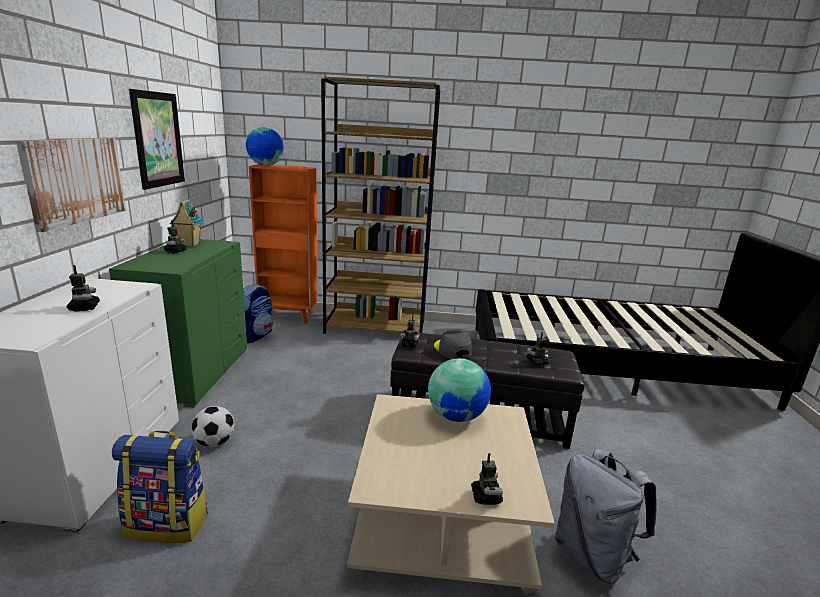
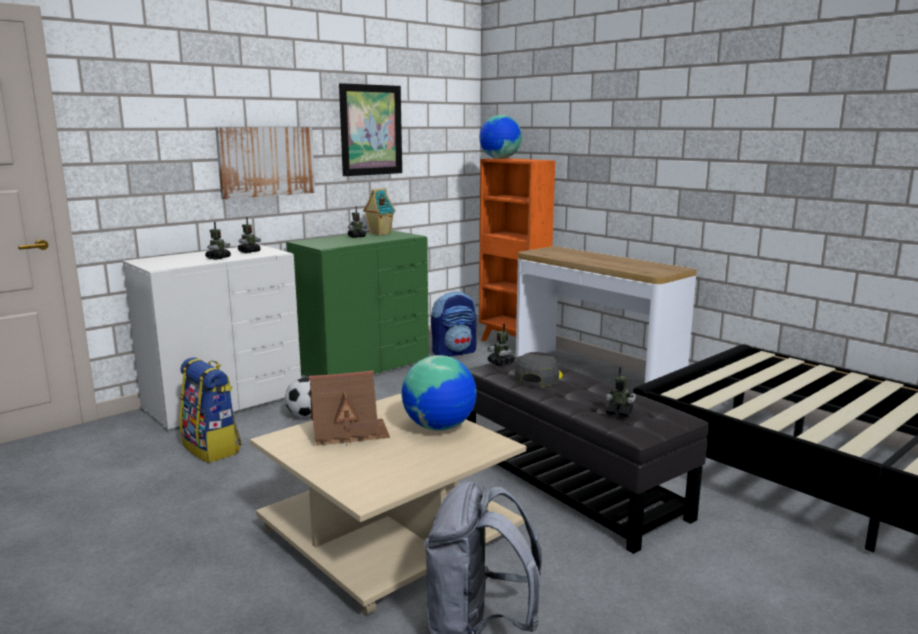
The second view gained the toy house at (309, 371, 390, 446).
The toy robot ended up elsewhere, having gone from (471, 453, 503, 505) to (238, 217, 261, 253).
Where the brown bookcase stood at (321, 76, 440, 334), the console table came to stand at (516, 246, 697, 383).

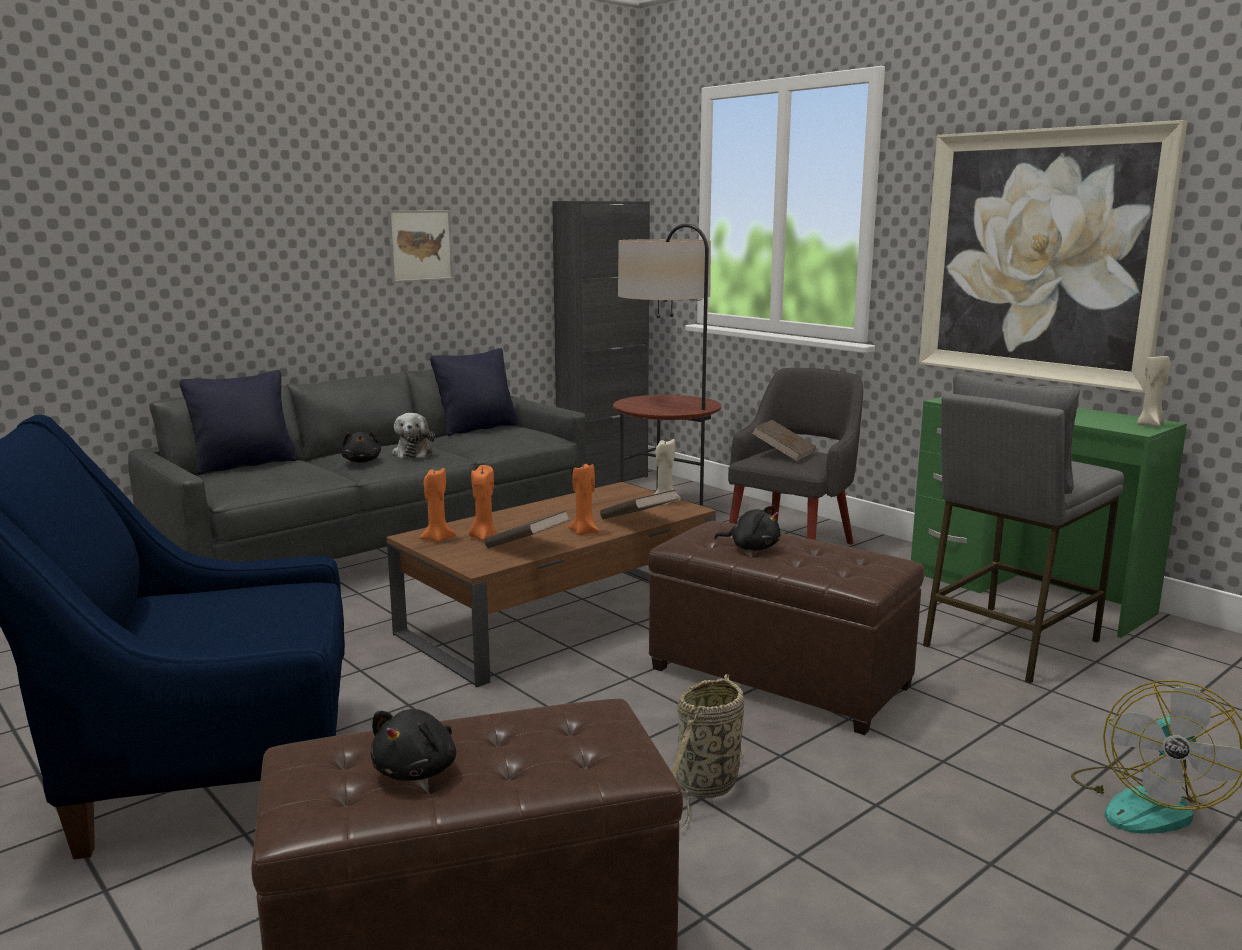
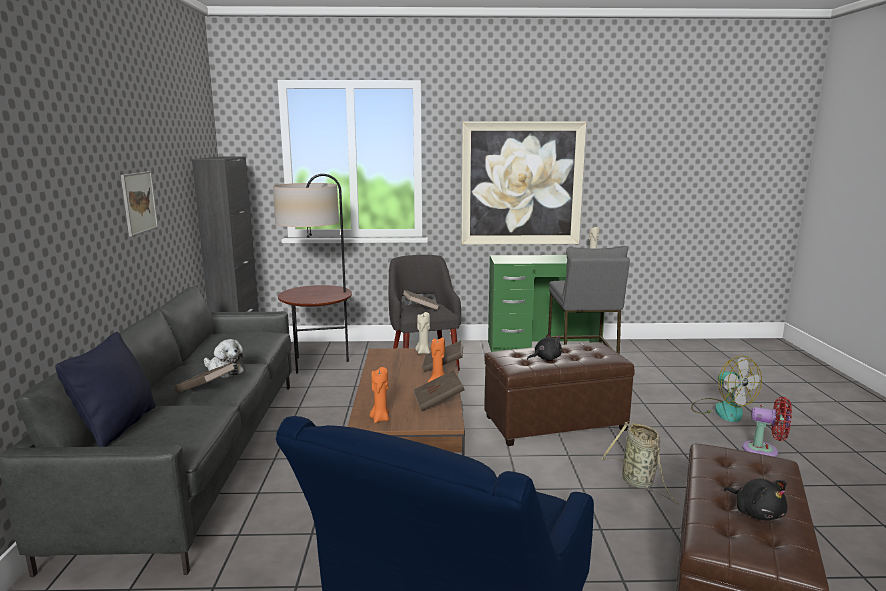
The second view lost the black pillow at (430, 348, 519, 436).
The second view lost the orange candle at (469, 465, 497, 540).
The second view gained the red fan at (742, 397, 792, 457).
Where the black plush toy stood at (342, 431, 381, 463), the brown book came to stand at (174, 362, 235, 393).

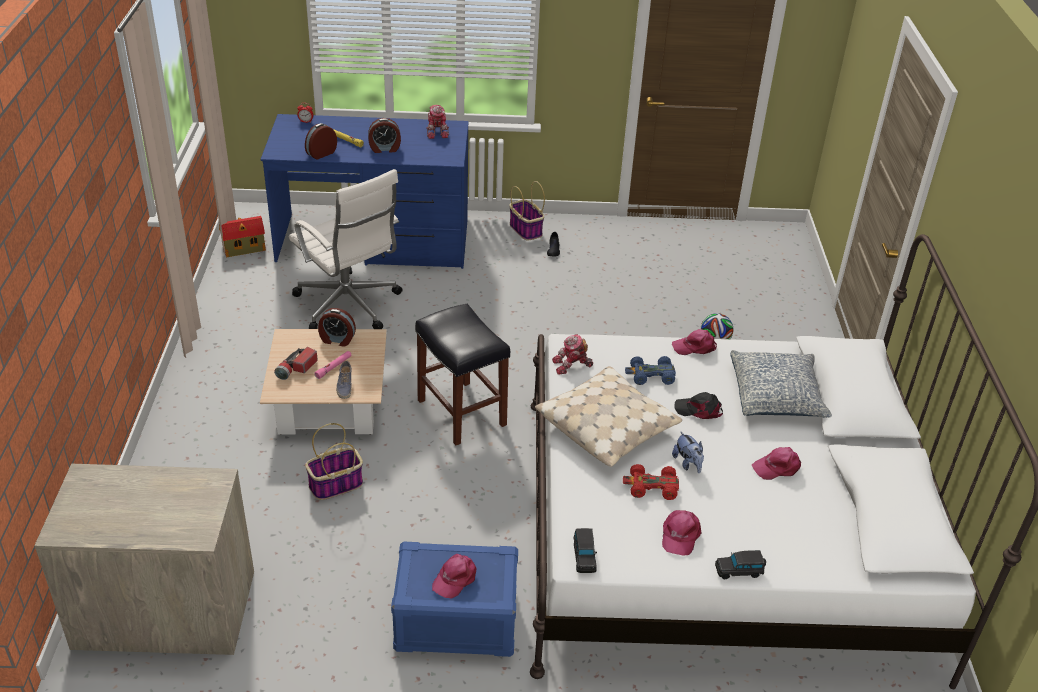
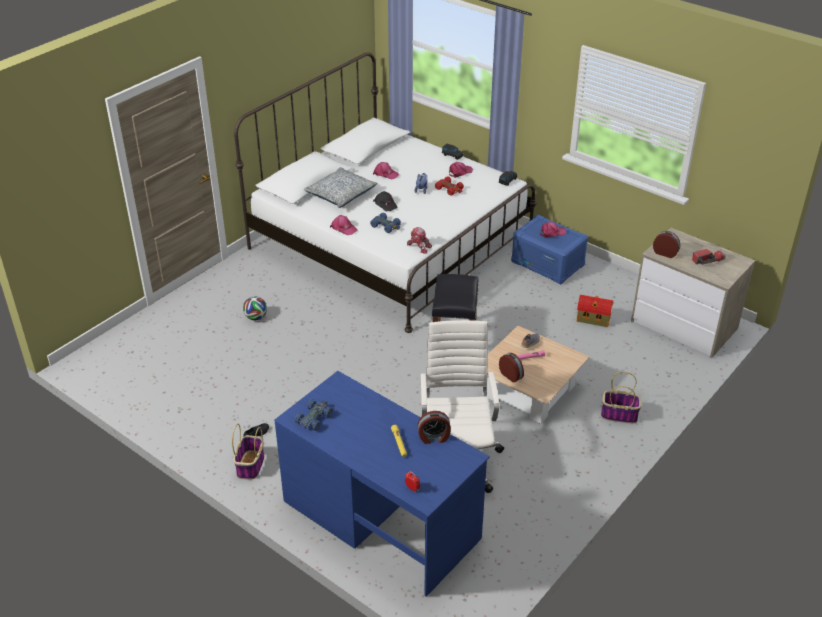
The second view lost the beige pillow at (535, 366, 682, 467).
The toy house ended up elsewhere, having gone from (219, 216, 266, 257) to (577, 295, 613, 327).
The flashlight ended up elsewhere, having gone from (274, 347, 318, 380) to (692, 249, 726, 265).
The basket ended up elsewhere, having gone from (305, 423, 363, 500) to (601, 372, 641, 423).
The alarm clock ended up elsewhere, having gone from (368, 118, 401, 153) to (653, 231, 680, 258).
Where the toy robot stood at (426, 105, 449, 139), the blue toy car came to stand at (295, 399, 333, 431).

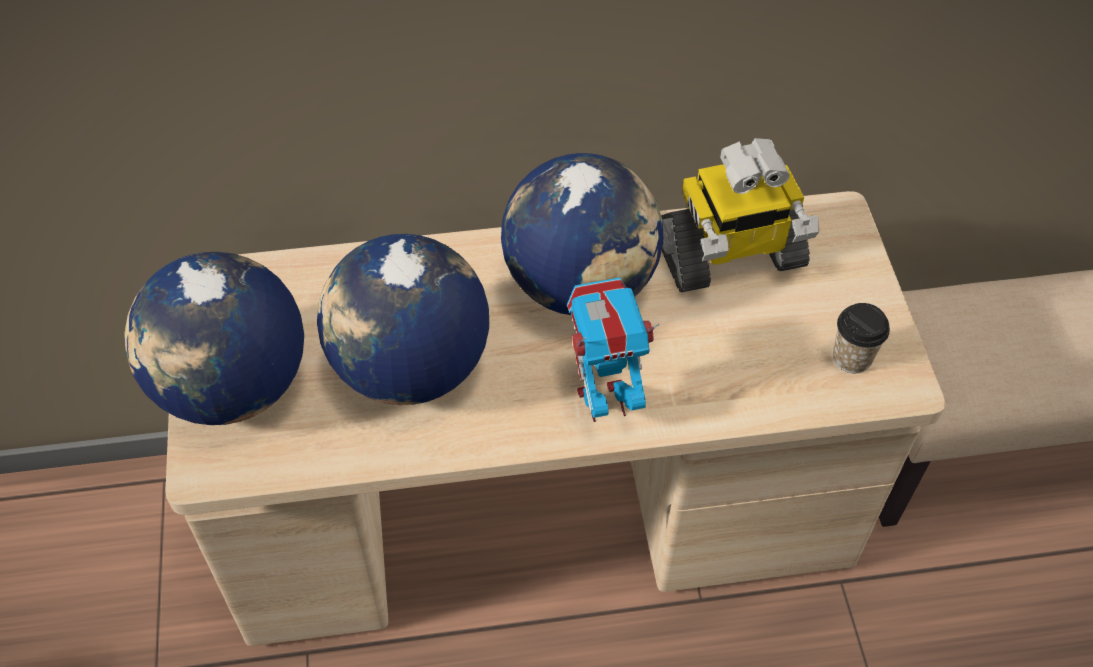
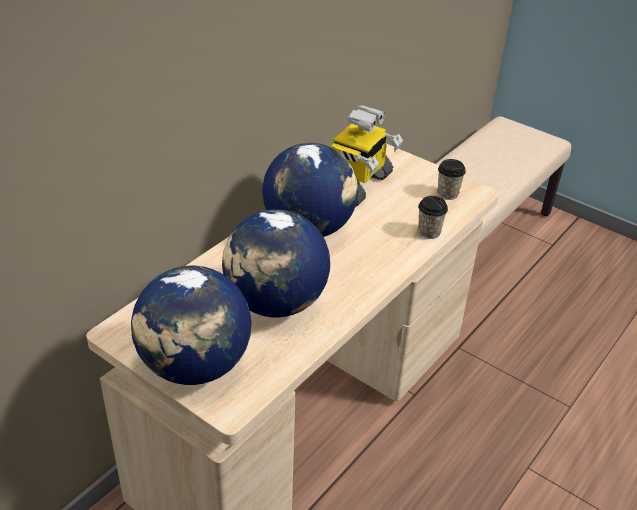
The second view lost the toy robot at (567, 277, 659, 422).
The second view gained the cup at (418, 196, 448, 239).

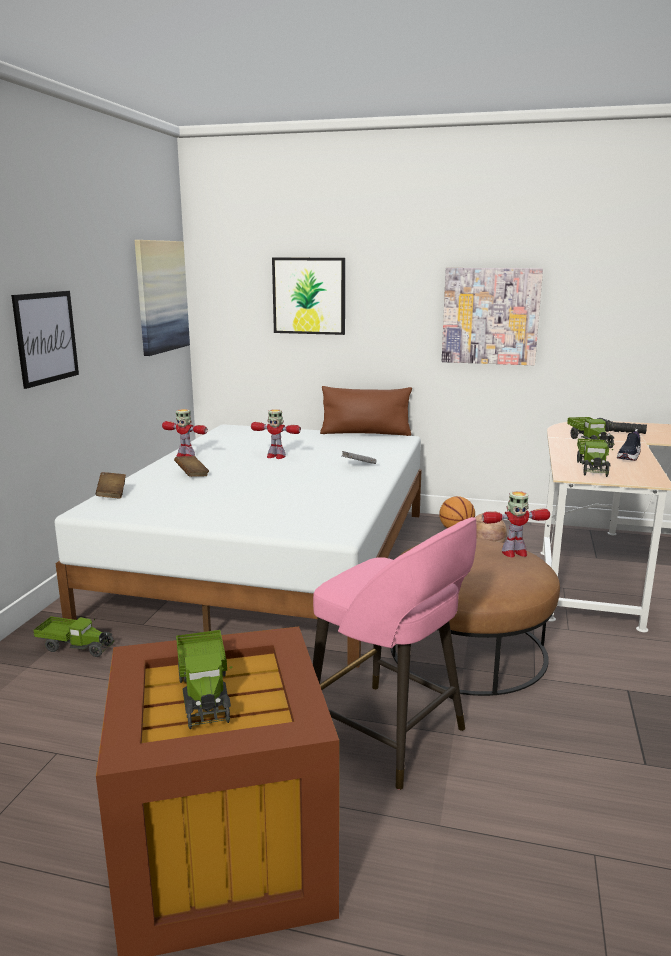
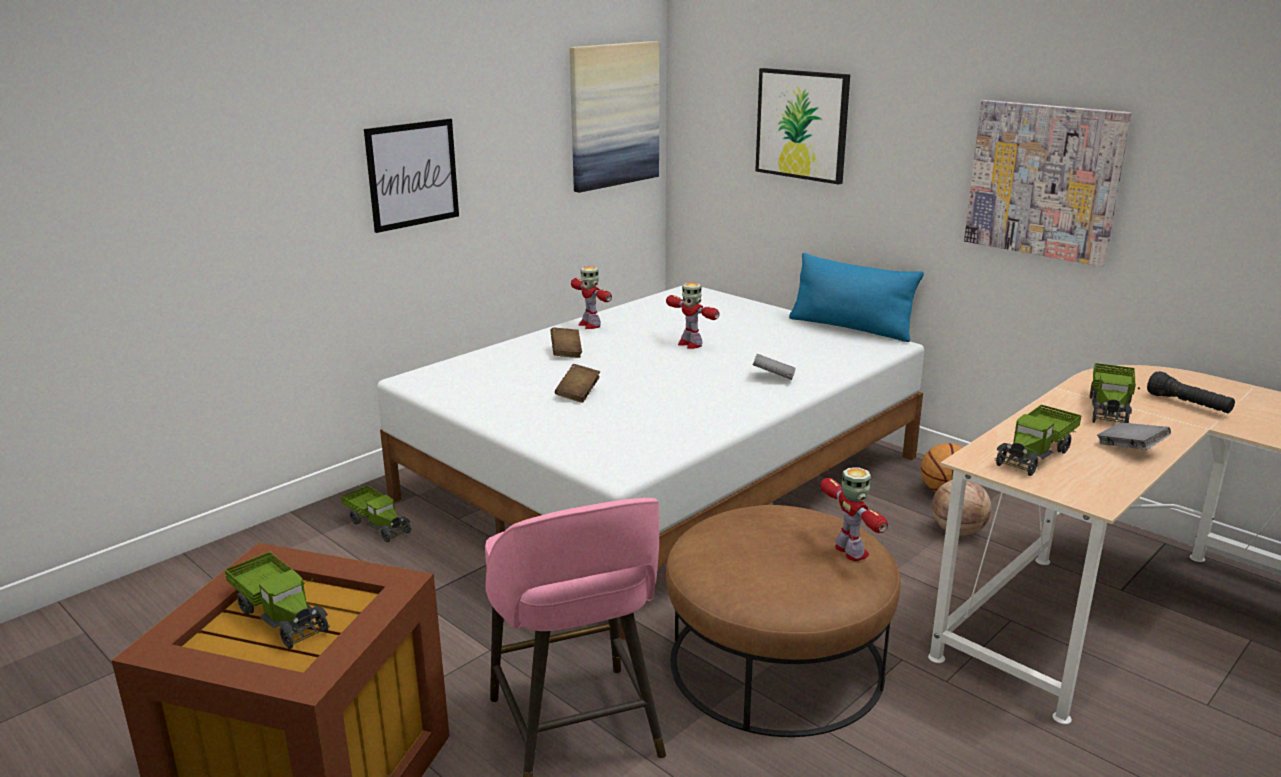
The brown book ended up elsewhere, having gone from (96, 472, 126, 498) to (555, 364, 600, 402).
Where the shoe stood at (617, 429, 641, 461), the grey book came to stand at (1097, 423, 1171, 450).
What was the brown pillow at (320, 386, 412, 436) turned into the blue pillow at (789, 253, 924, 342).
The toy truck at (176, 630, 232, 729) ended up facing another way, 60 degrees counterclockwise from before.
The toy robot at (482, 491, 550, 558) ended up facing another way, 135 degrees counterclockwise from before.

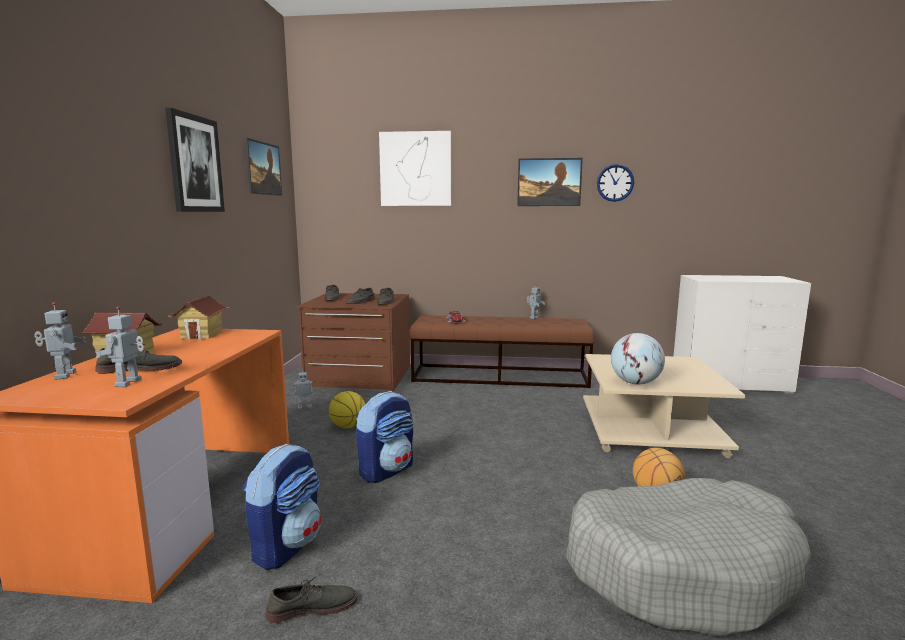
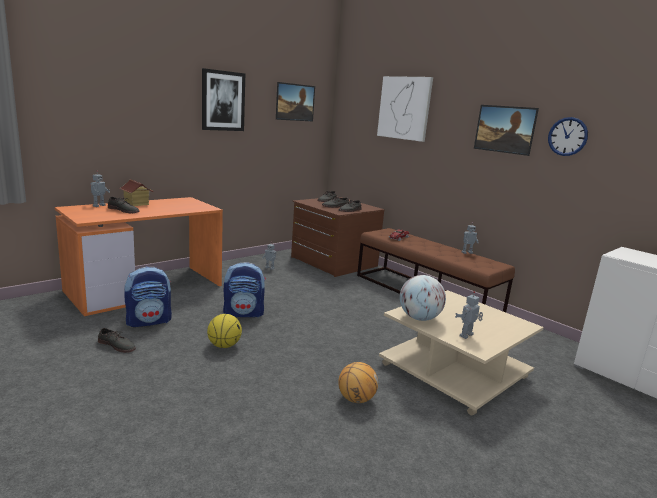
The second view lost the toy house at (169, 295, 229, 339).
The second view lost the grey dog bed at (565, 478, 811, 637).
The toy robot ended up elsewhere, having gone from (95, 307, 144, 387) to (455, 291, 483, 339).
The basketball ended up elsewhere, having gone from (329, 391, 365, 428) to (207, 314, 242, 348).

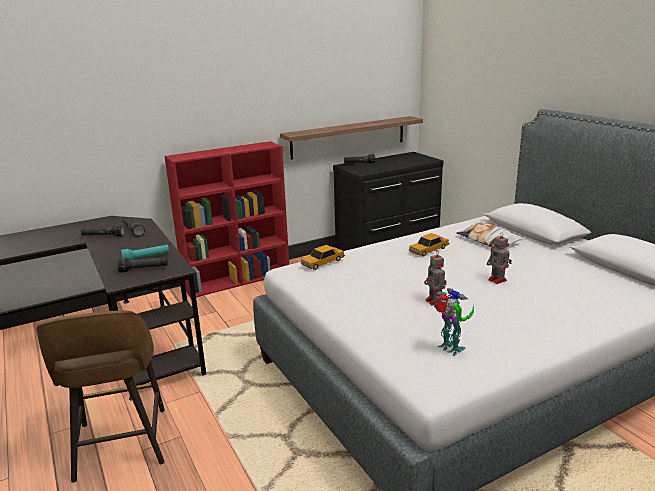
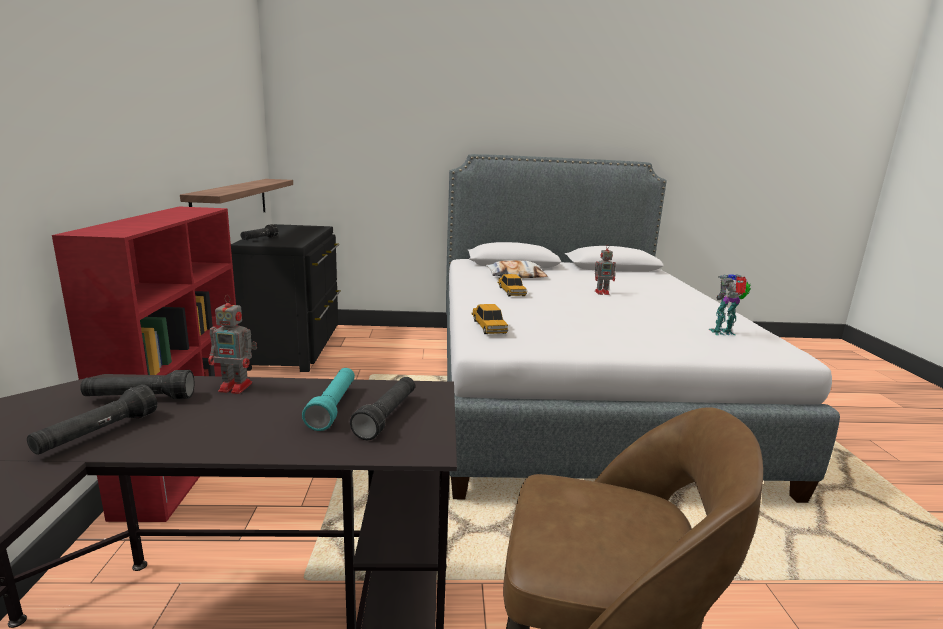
The toy robot ended up elsewhere, having gone from (424, 250, 447, 306) to (208, 295, 257, 394).

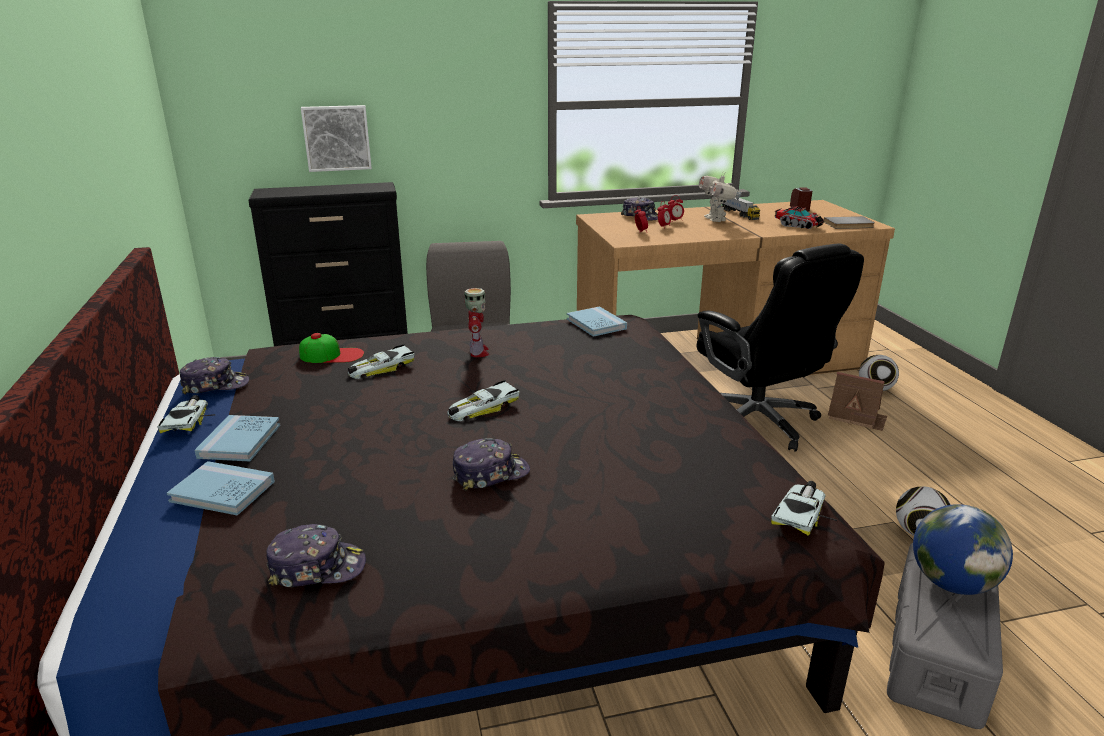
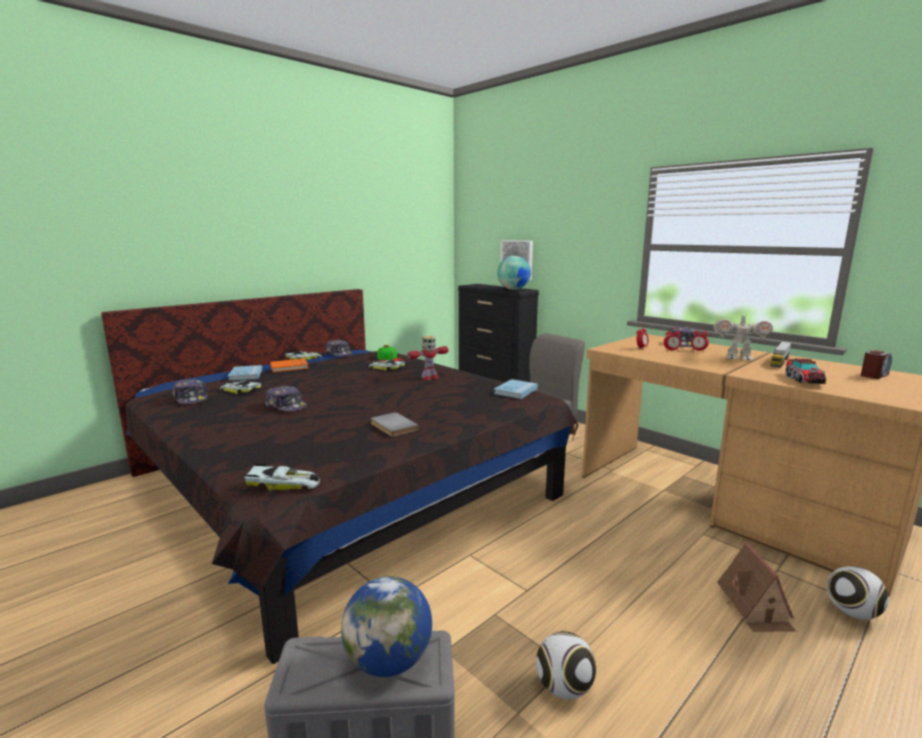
The second view lost the black office chair at (697, 244, 864, 452).
The second view gained the globe at (497, 256, 531, 290).
The toy car ended up elsewhere, having gone from (447, 380, 520, 421) to (220, 381, 261, 394).
The grey book ended up elsewhere, having gone from (824, 216, 875, 229) to (371, 412, 419, 437).
What was the blue book at (195, 415, 280, 462) turned into the orange book at (270, 359, 309, 372).
The toy robot at (699, 173, 742, 222) ended up facing another way, 120 degrees counterclockwise from before.

